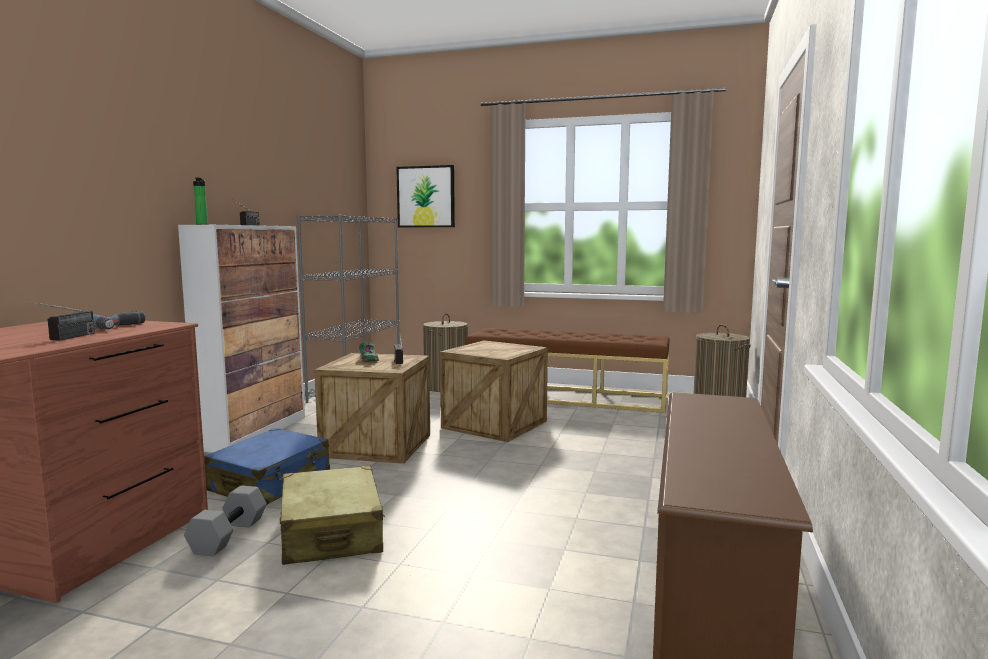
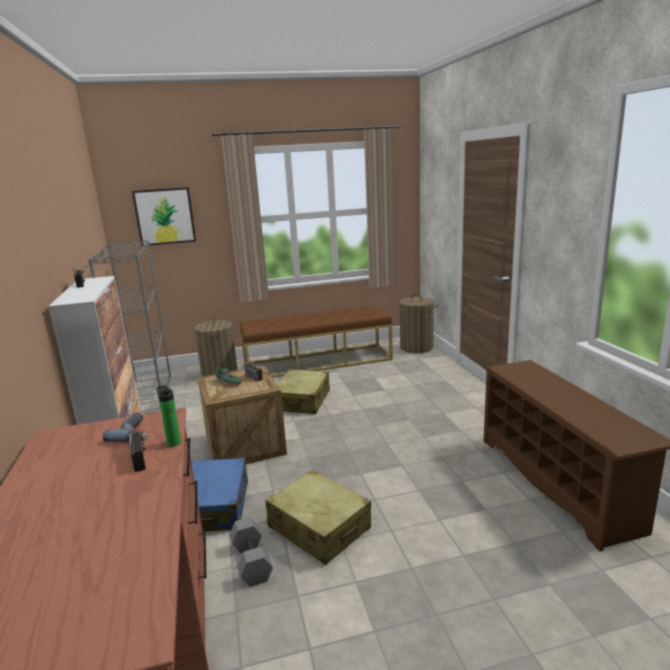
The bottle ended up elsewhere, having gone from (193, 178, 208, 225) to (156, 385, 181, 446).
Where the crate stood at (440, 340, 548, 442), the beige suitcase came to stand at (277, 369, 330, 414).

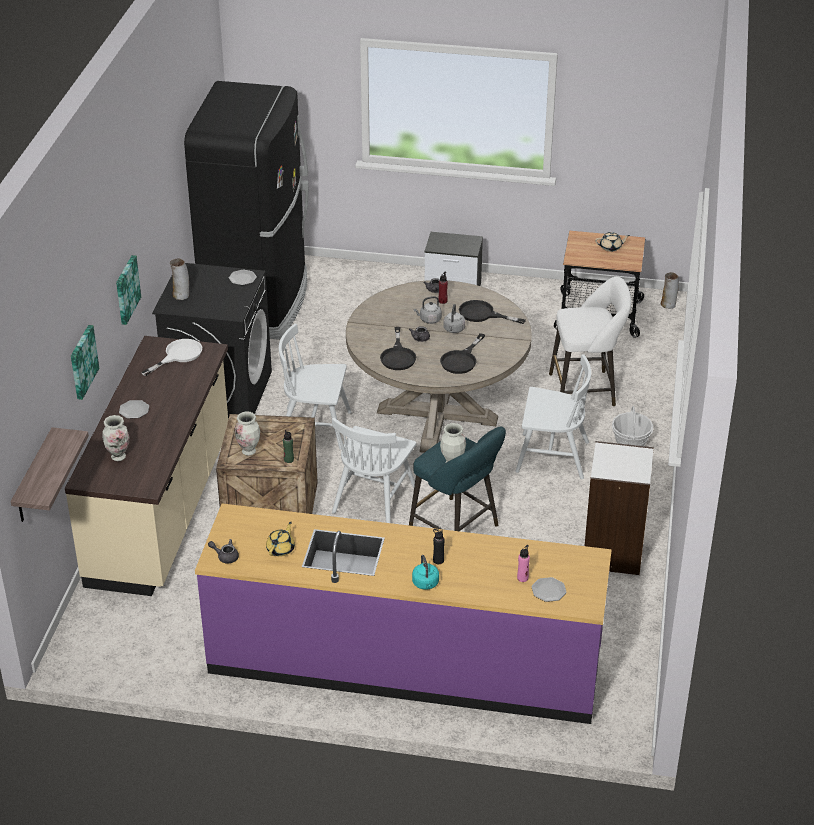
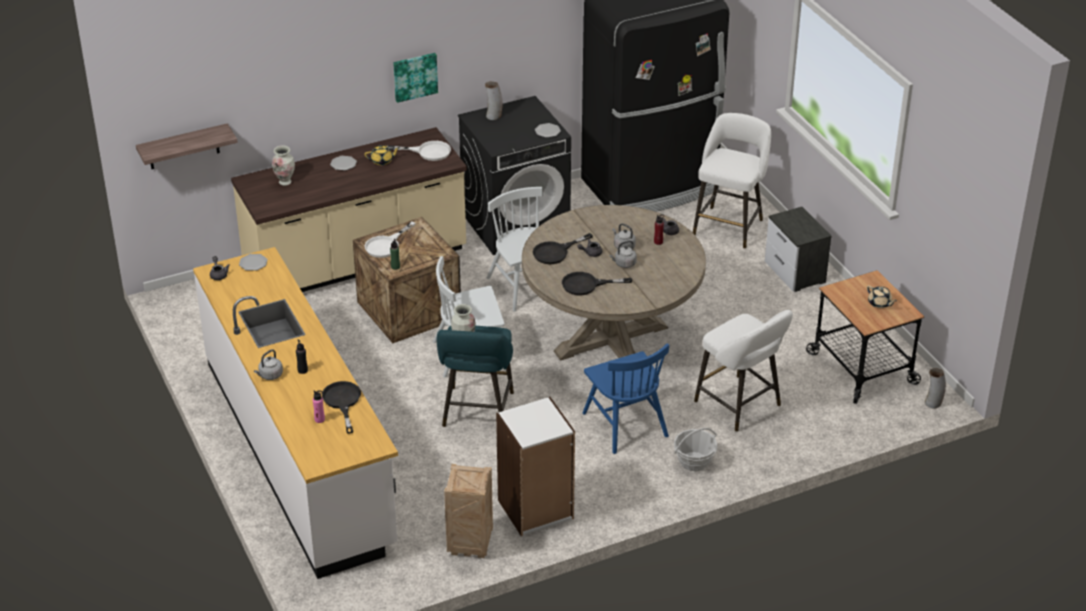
The second view lost the picture at (71, 325, 99, 400).
The second view gained the crate at (444, 464, 493, 558).
The second view gained the white stool at (693, 113, 771, 249).
The yellow teapot ended up elsewhere, having gone from (266, 522, 295, 556) to (365, 145, 400, 165).
The black frying pan ended up elsewhere, having gone from (459, 300, 526, 324) to (322, 381, 361, 433).
The plate ended up elsewhere, having gone from (532, 577, 566, 602) to (239, 254, 268, 271).
Where the vase stood at (235, 411, 260, 456), the white frying pan came to stand at (365, 221, 416, 258).
What was the purple counter at (195, 503, 612, 724) turned into the white counter at (193, 247, 398, 579).
What was the turquoise kettle at (412, 555, 439, 590) turned into the grey kettle at (254, 349, 283, 380).
What was the white chair at (515, 354, 591, 479) turned into the blue chair at (582, 343, 669, 454).

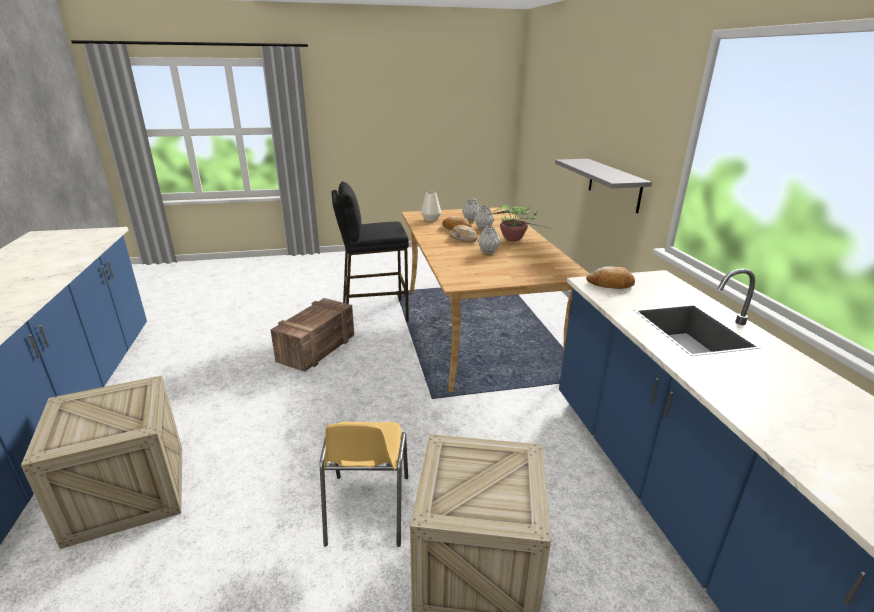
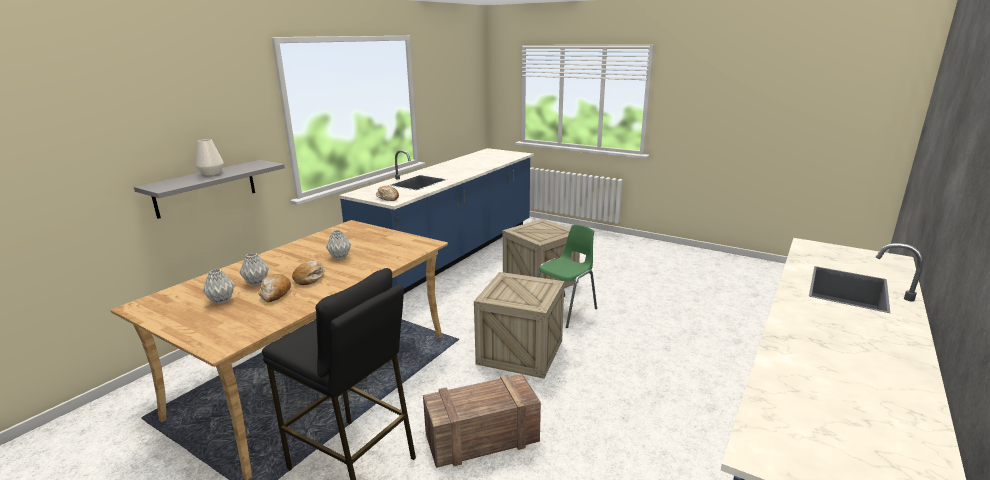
The second view lost the potted plant at (488, 205, 553, 241).
The crate ended up elsewhere, having gone from (21, 376, 182, 549) to (474, 272, 564, 379).
The white vase ended up elsewhere, having gone from (421, 192, 441, 222) to (195, 139, 224, 176).
What was the yellow chair at (320, 422, 408, 547) turned into the green chair at (537, 224, 597, 328).

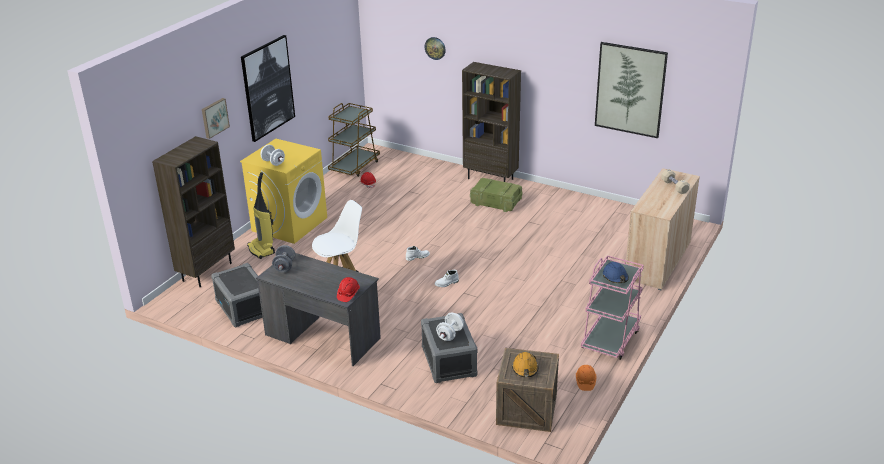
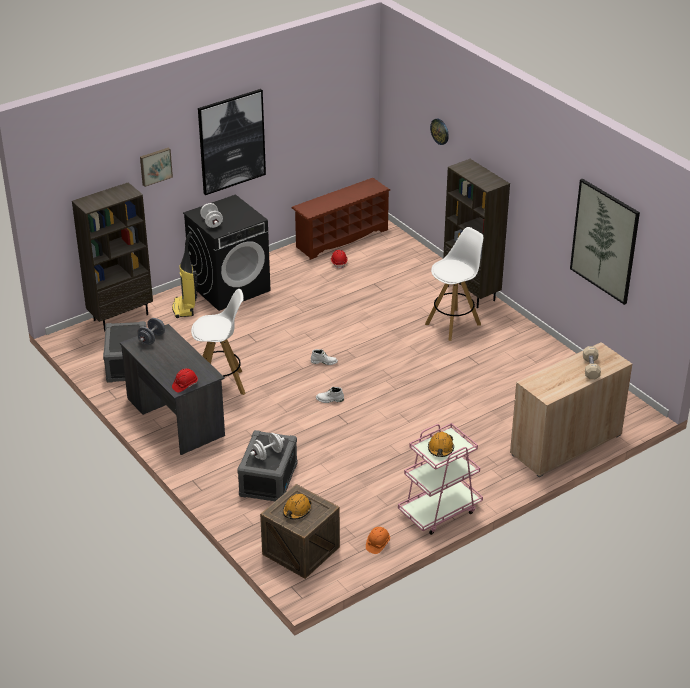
Where the brown cart stood at (328, 103, 380, 177), the brown shoe rack came to stand at (292, 178, 390, 260).
Where the crate stood at (470, 178, 523, 212), the white stool came to stand at (425, 227, 483, 341).
What was the yellow washing machine at (240, 139, 327, 244) turned into the black washing machine at (183, 194, 271, 311).
What was the blue hard hat at (603, 262, 629, 283) turned into the orange hard hat at (428, 432, 454, 457).

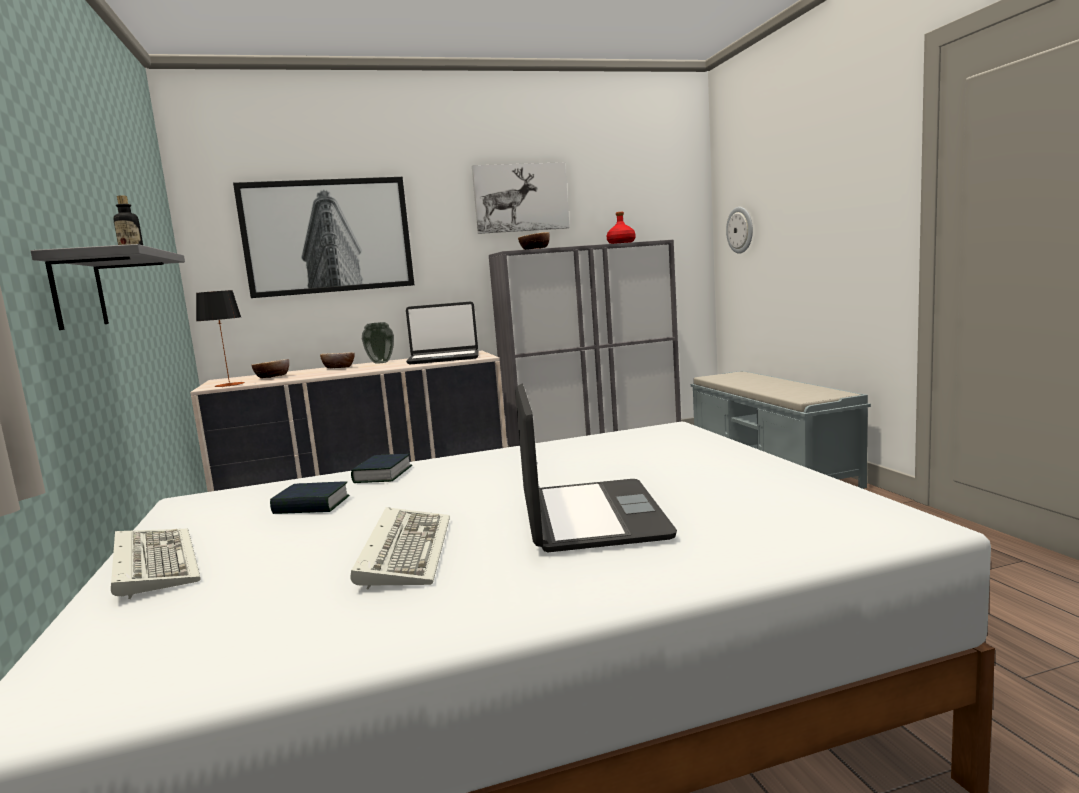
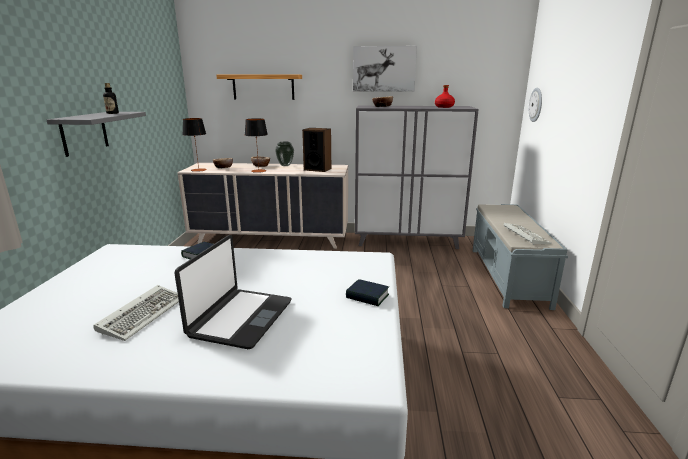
The second view gained the table lamp at (245, 118, 268, 173).
The keyboard ended up elsewhere, having gone from (111, 529, 201, 599) to (504, 223, 552, 245).
The book ended up elsewhere, having gone from (270, 481, 349, 514) to (346, 279, 389, 306).
Where the picture hung at (233, 177, 414, 298), the shelf came to hang at (216, 75, 302, 100).
Where the laptop stood at (406, 302, 478, 364), the speaker came to stand at (302, 128, 331, 172).

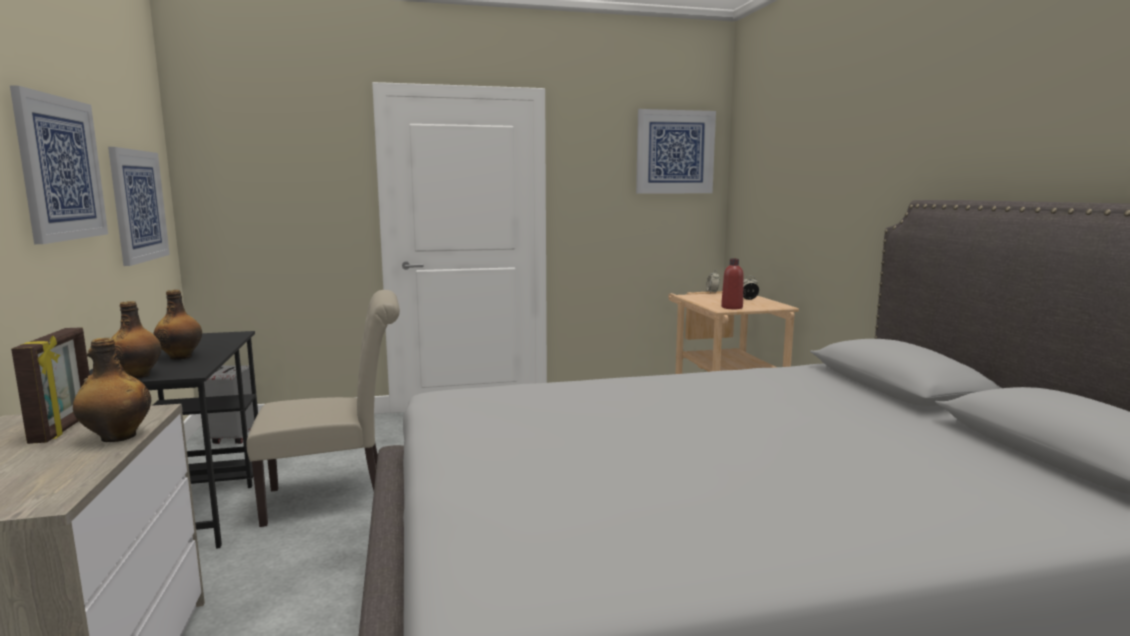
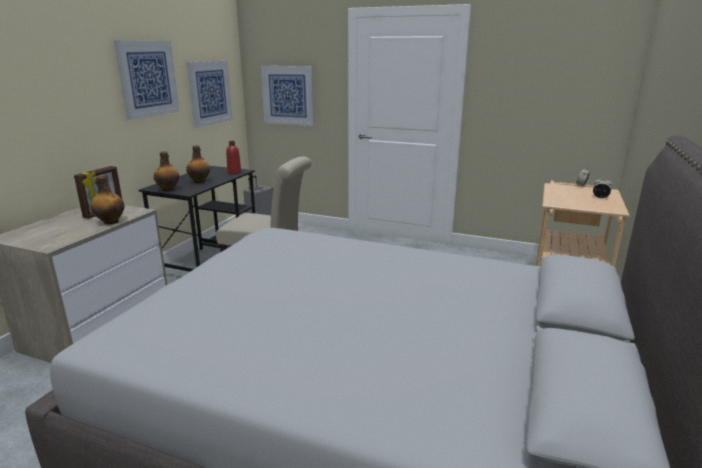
The picture ended up elsewhere, having gone from (636, 109, 716, 193) to (261, 66, 314, 126).
The red bottle ended up elsewhere, having gone from (721, 259, 744, 309) to (226, 141, 241, 174).

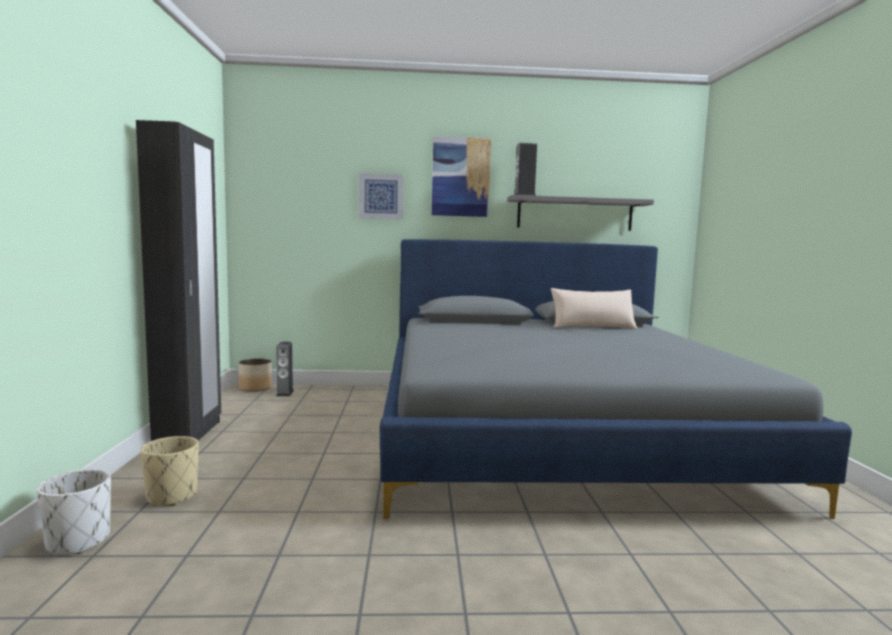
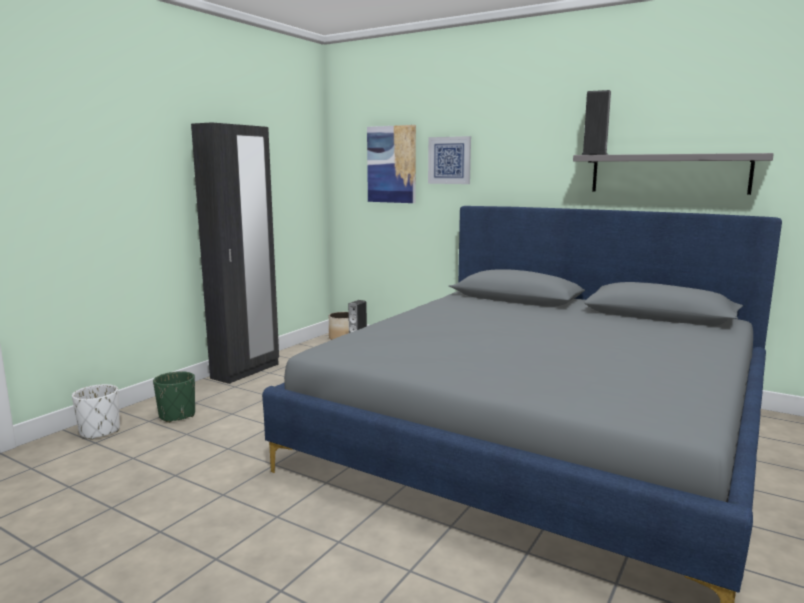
The second view lost the beige pillow at (551, 288, 637, 329).
The picture ended up elsewhere, having gone from (432, 136, 491, 217) to (367, 125, 416, 203).
What was the beige planter at (140, 436, 199, 506) turned into the green planter at (153, 371, 195, 423).

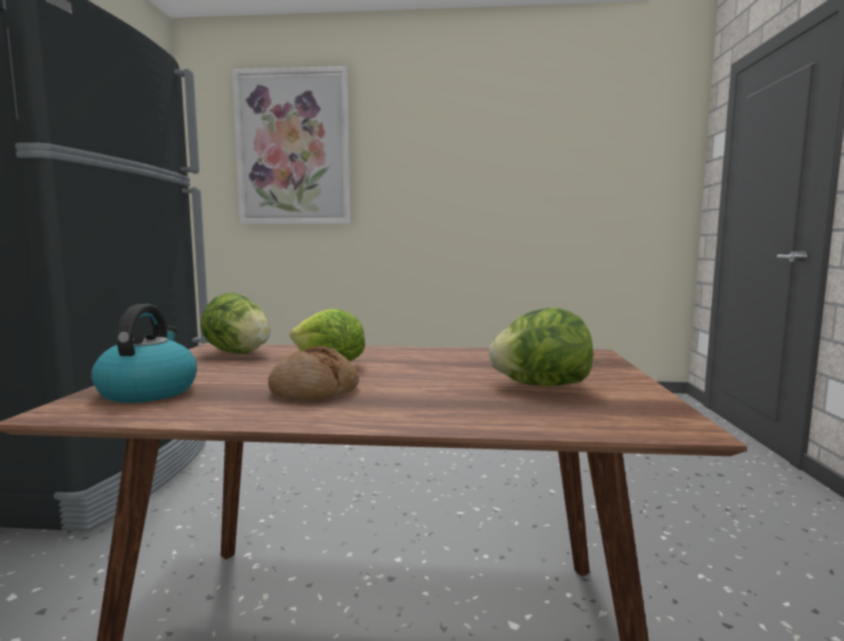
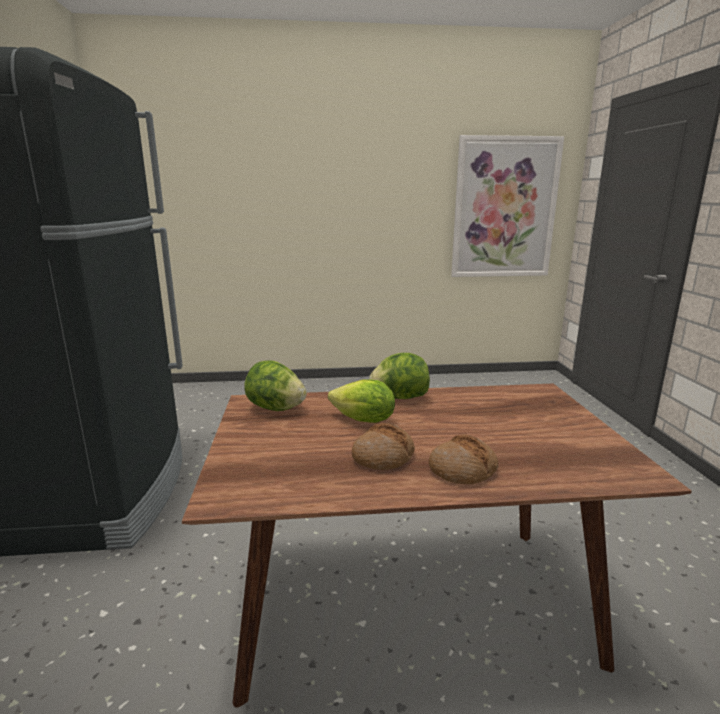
The second view lost the kettle at (91, 304, 197, 403).
The second view gained the bread at (429, 434, 499, 484).
The picture ended up elsewhere, having gone from (232, 66, 351, 224) to (451, 135, 564, 277).
The lettuce ended up elsewhere, having gone from (489, 308, 593, 386) to (369, 353, 430, 399).

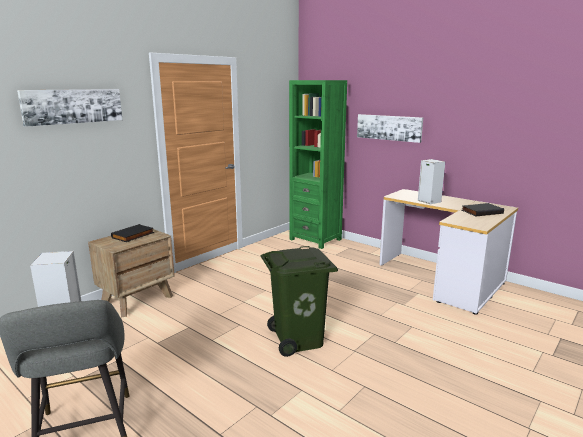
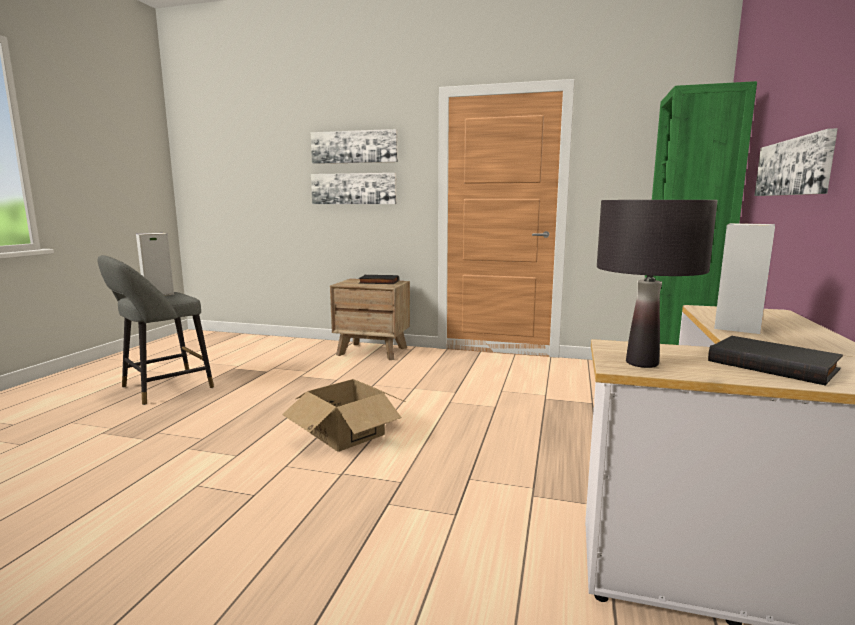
The second view gained the picture at (311, 173, 396, 204).
The second view gained the black table lamp at (597, 200, 718, 368).
Where the green trash can stood at (261, 246, 338, 357), the cardboard box came to stand at (282, 379, 405, 452).

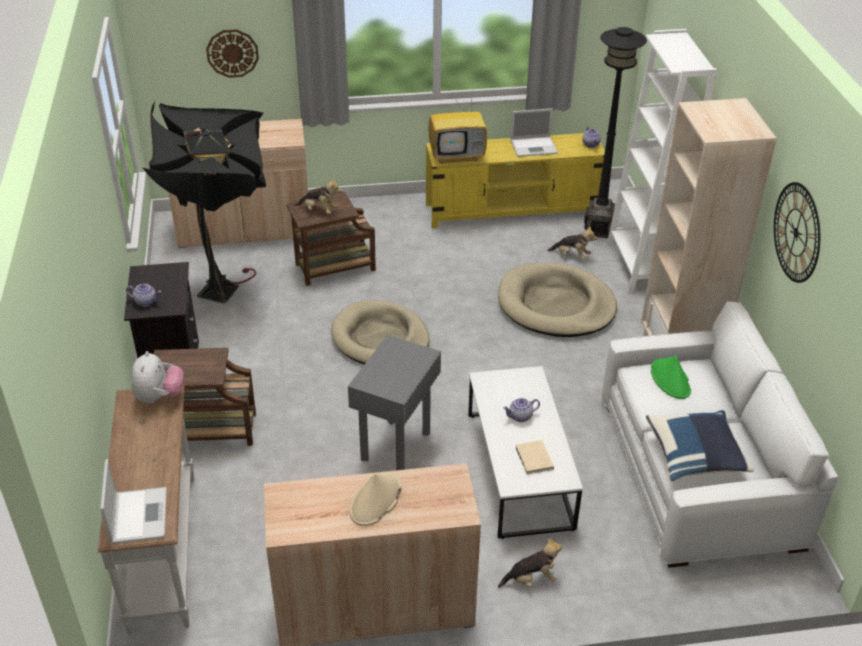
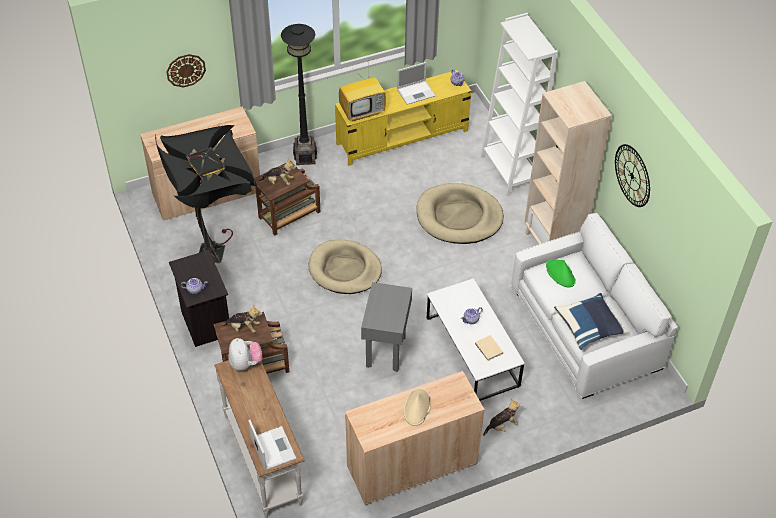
The plush toy ended up elsewhere, having gone from (547, 226, 597, 260) to (221, 305, 263, 333).
The black floor lamp ended up elsewhere, having gone from (584, 27, 647, 238) to (281, 24, 317, 165).

